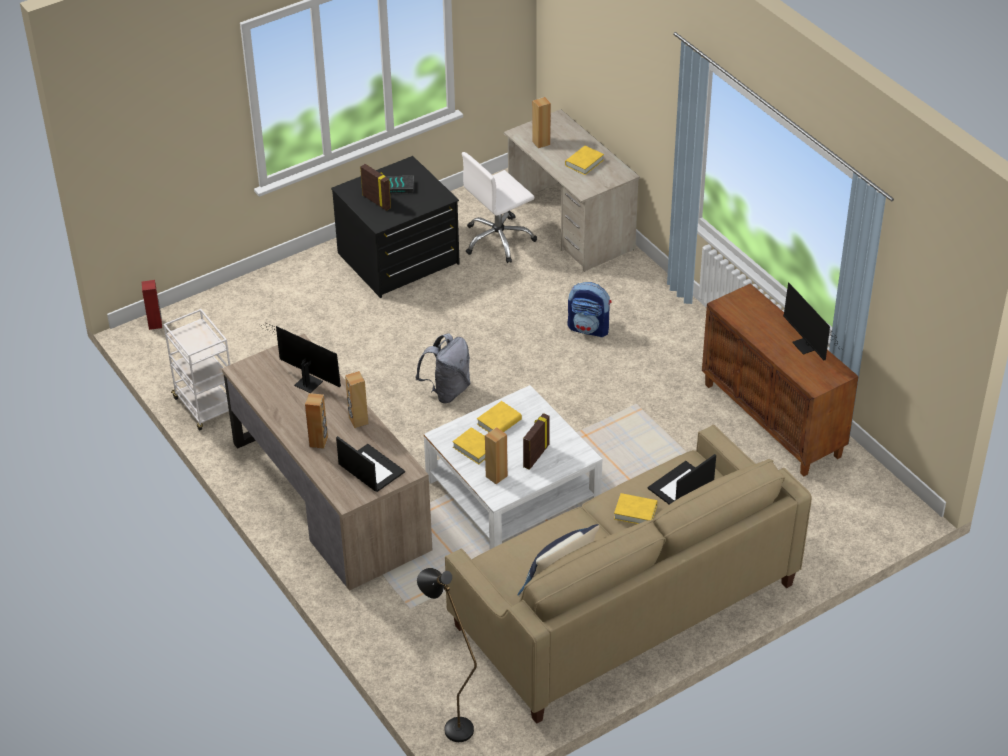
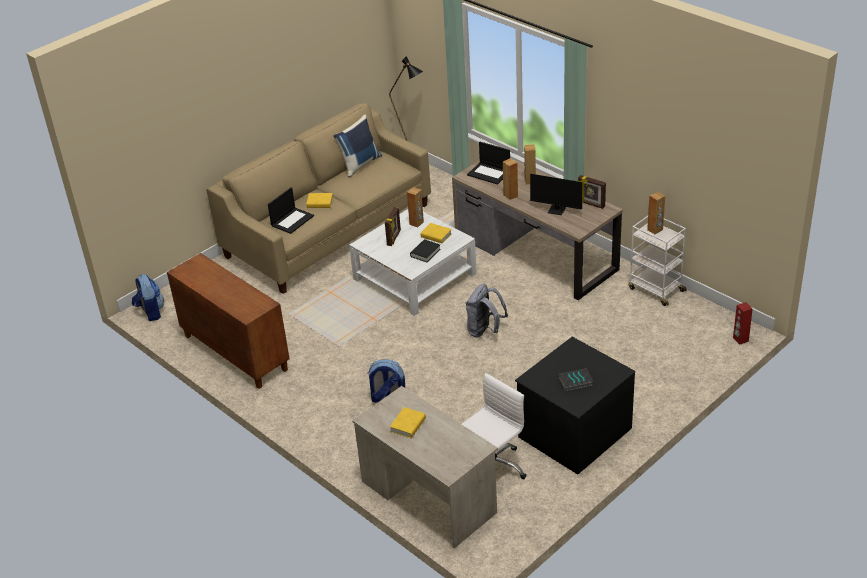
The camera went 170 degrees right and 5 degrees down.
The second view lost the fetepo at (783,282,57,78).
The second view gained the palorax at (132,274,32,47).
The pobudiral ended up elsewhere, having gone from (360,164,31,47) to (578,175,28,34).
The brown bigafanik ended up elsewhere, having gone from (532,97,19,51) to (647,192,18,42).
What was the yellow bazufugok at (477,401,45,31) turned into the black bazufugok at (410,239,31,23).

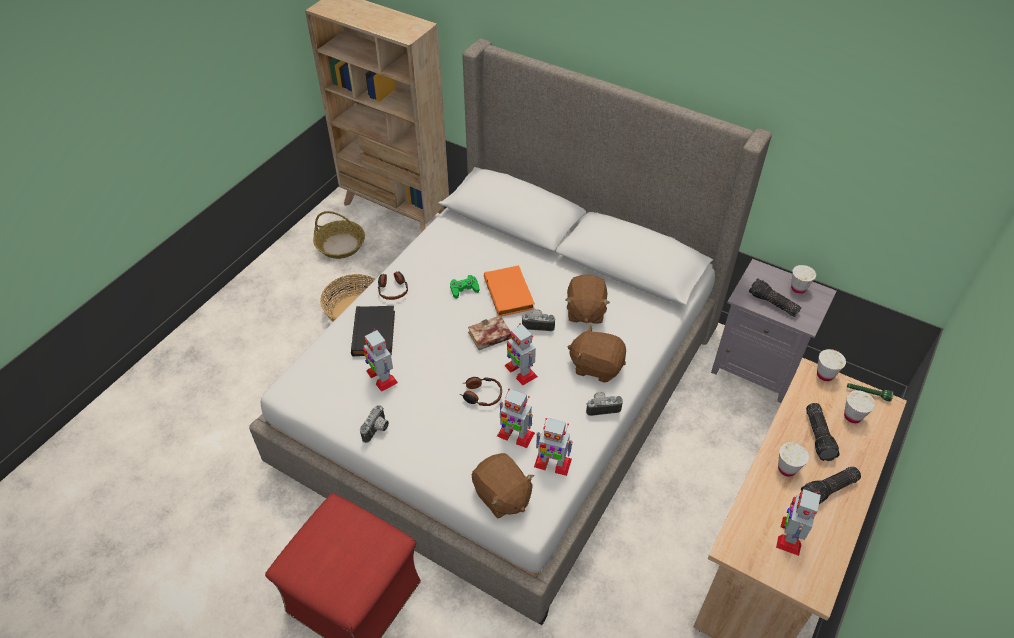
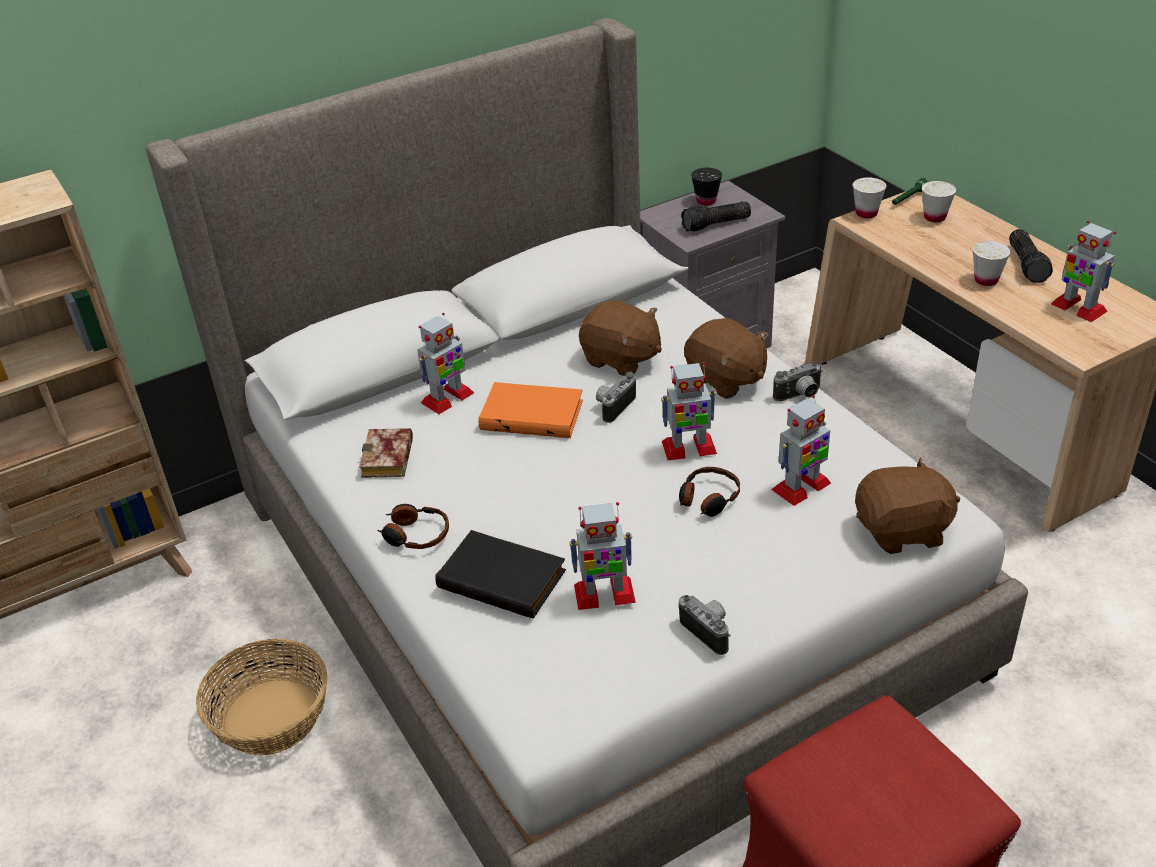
The camera went 60 degrees left and 10 degrees down.
The second view lost the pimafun at (313,211,52,48).
The second view lost the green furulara at (450,275,29,24).
The second view lost the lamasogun at (806,403,34,58).
The bazufugok ended up elsewhere, having gone from (468,316,43,34) to (359,428,54,50).
The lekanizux ended up elsewhere, having gone from (534,418,39,58) to (418,313,56,101).
What was the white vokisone at (791,265,25,29) turned into the black vokisone at (691,168,31,37).
The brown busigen at (567,325,59,58) ended up facing another way, 90 degrees counterclockwise from before.
The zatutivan at (586,392,37,24) ended up facing another way, 135 degrees counterclockwise from before.

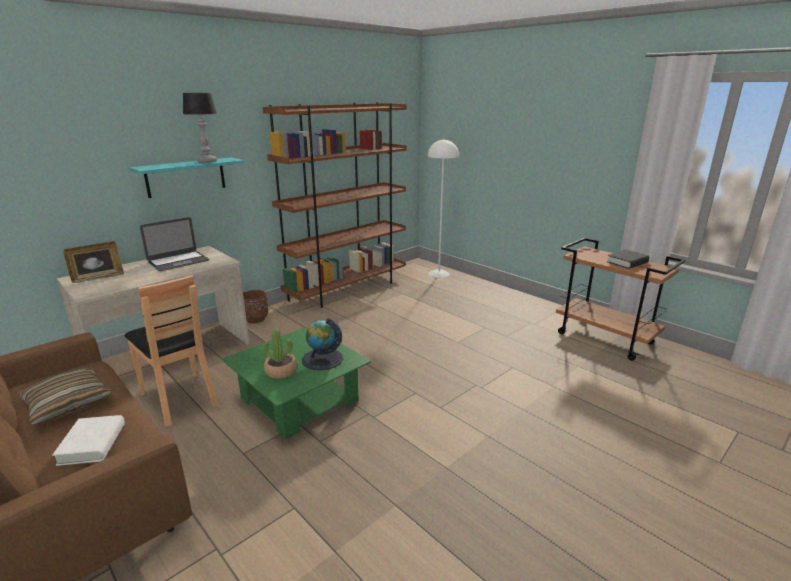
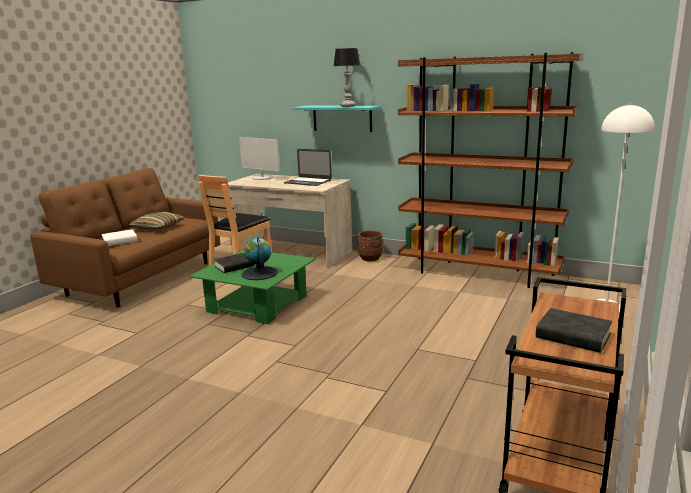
The camera went 70 degrees right and 5 degrees down.
Where the pobudiral stood at (63,241,61,42), the fetepo came to stand at (239,137,41,43).
Where the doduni stood at (263,329,34,50), the black bazufugok came to stand at (214,253,41,20).

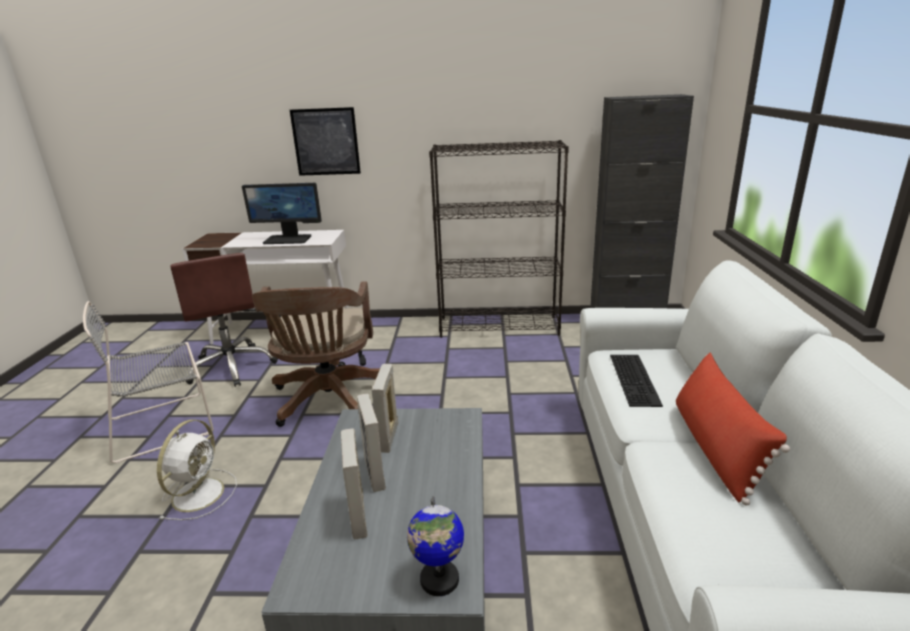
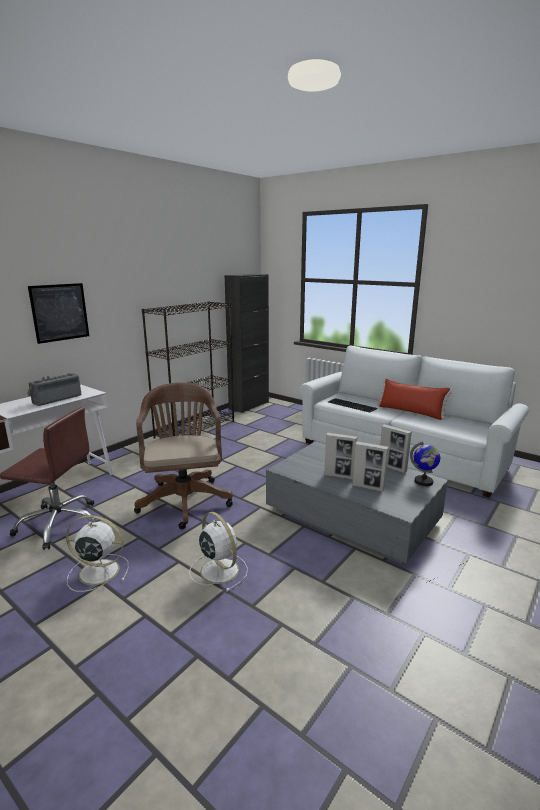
The camera went 55 degrees left and 5 degrees down.
The pobudiral ended up elsewhere, having gone from (372,364,26,89) to (380,424,32,49).
Where the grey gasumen stood at (83,301,131,163), the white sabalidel came to stand at (66,515,62,77).
Where the fetepo stood at (242,183,80,61), the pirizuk came to stand at (27,373,54,33).
The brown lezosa at (252,281,128,146) ended up facing another way, 135 degrees counterclockwise from before.

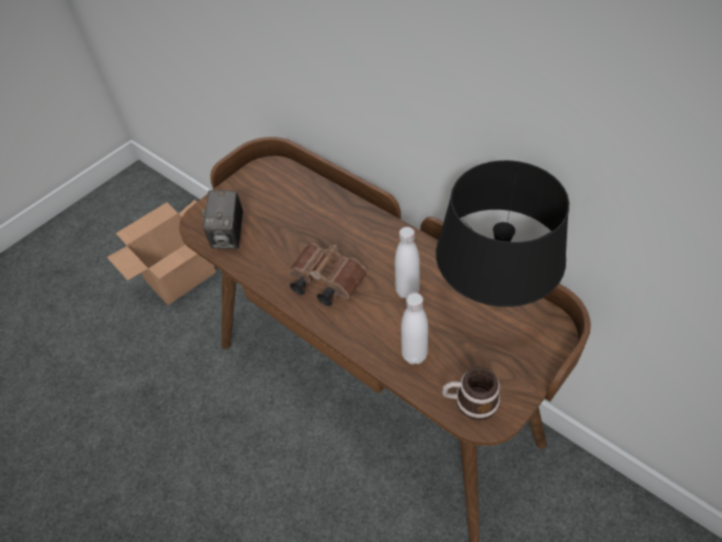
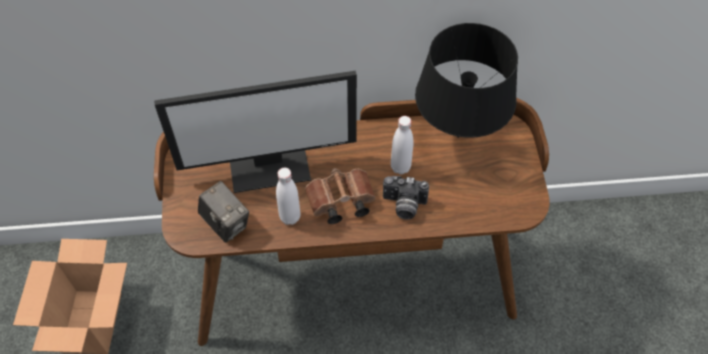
The camera went 50 degrees left and 5 degrees up.
The second view lost the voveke at (442,367,58,54).
The second view gained the fetepo at (154,71,203,122).
The second view gained the zatutivan at (383,176,46,44).
The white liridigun ended up elsewhere, having gone from (401,293,27,71) to (276,168,25,57).

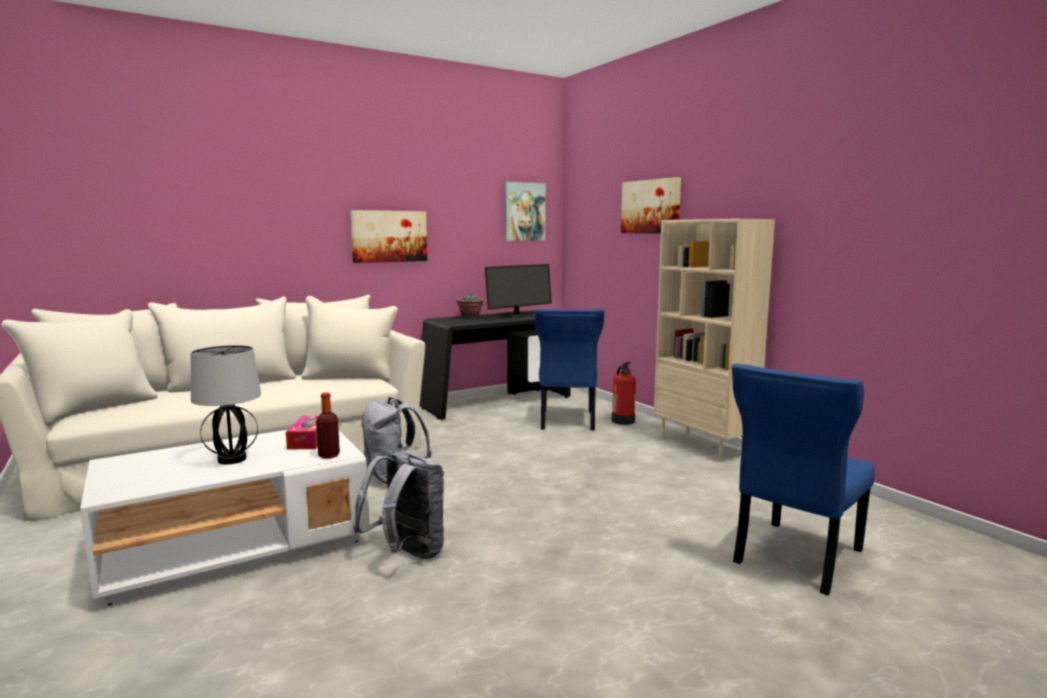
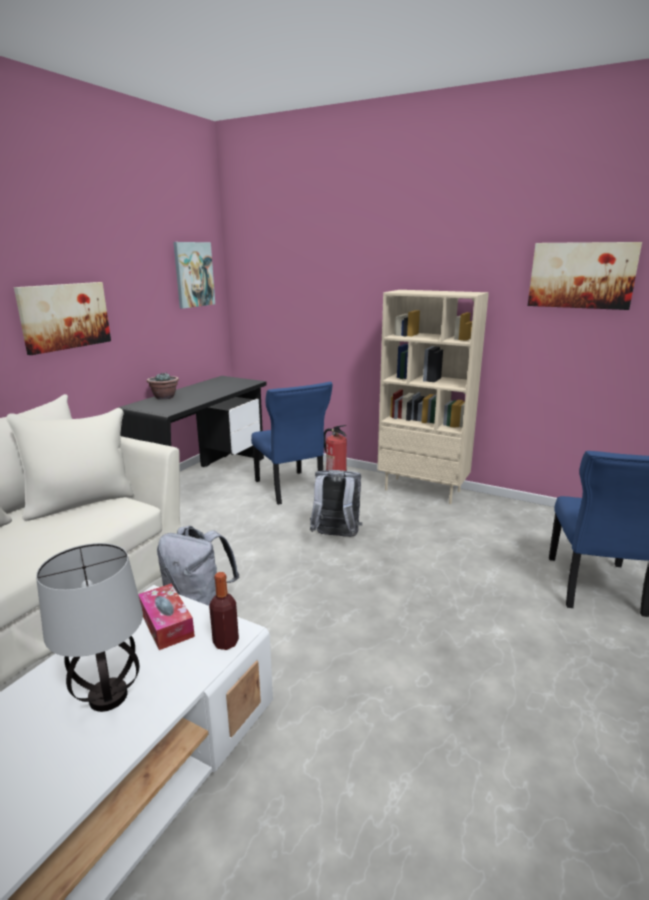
The camera went 30 degrees left and 10 degrees up.
The second view lost the fetepo at (485,264,67,54).
The grey palorax ended up elsewhere, having gone from (353,451,91,108) to (310,470,52,67).
The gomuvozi ended up elsewhere, having gone from (621,177,60,56) to (528,242,114,68).

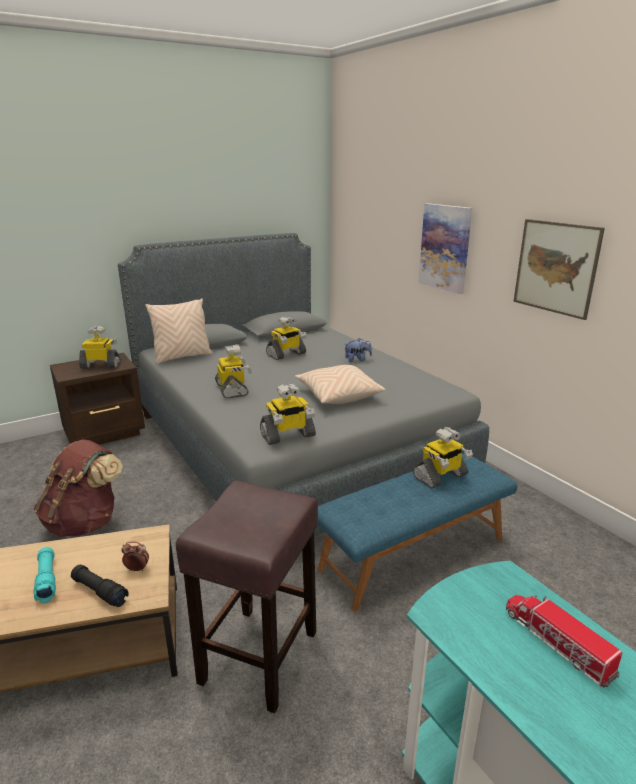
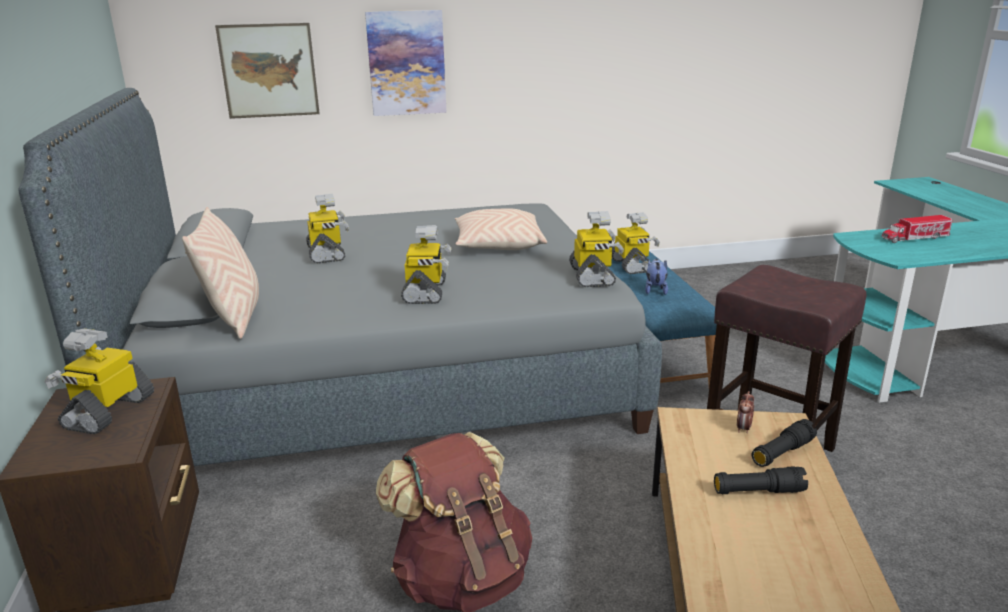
The camera went 70 degrees left and 0 degrees up.
The busigen ended up elsewhere, having gone from (345,338,27,24) to (645,258,23,37).
The gomuvozi ended up elsewhere, having gone from (513,219,92,101) to (215,23,105,96).
What was the turquoise lamasogun at (34,547,22,56) turned into the black lamasogun at (714,467,94,27).
The lekanizux at (215,344,37,54) ended up facing another way, 90 degrees clockwise from before.

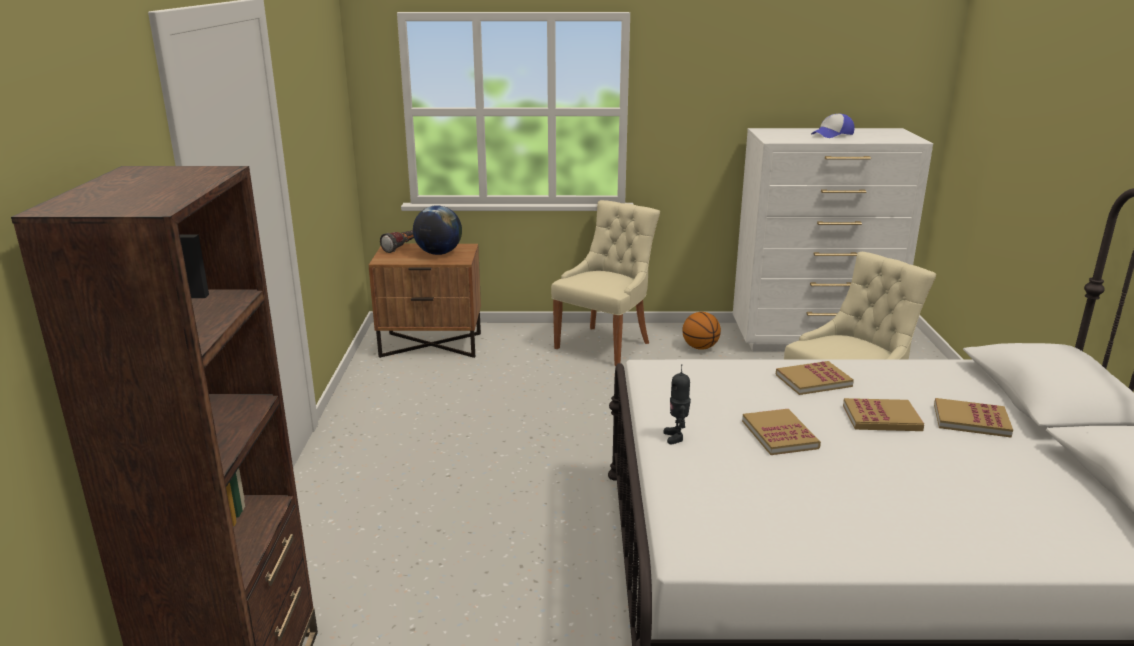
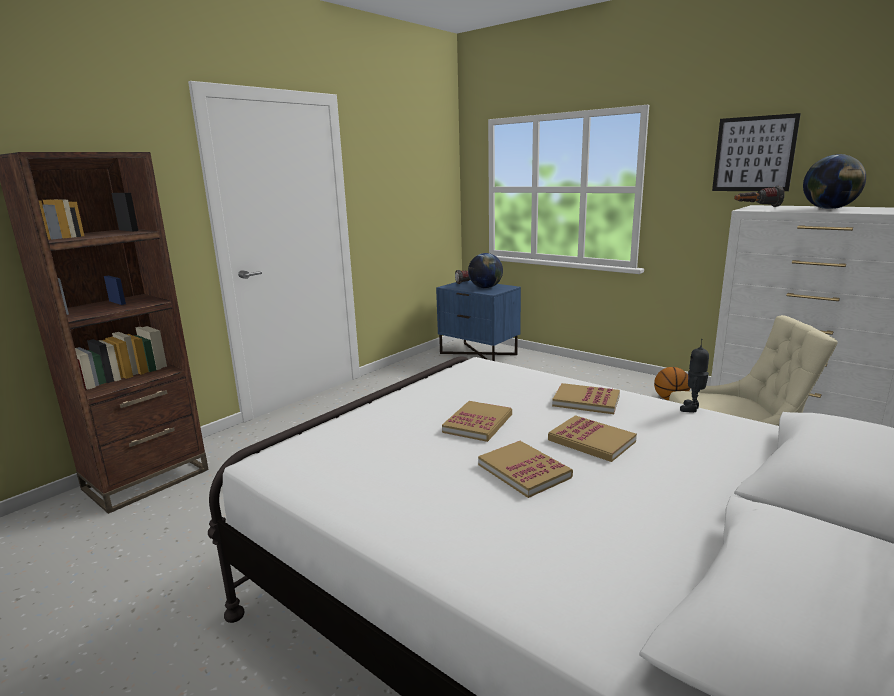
The camera went 40 degrees right and 5 degrees down.
The second view lost the beige gasumen at (551,200,109,166).
The second view gained the gomuvozi at (712,113,89,78).
The second view gained the lamasogun at (734,186,51,21).
The lekanizux ended up elsewhere, having gone from (663,364,28,81) to (680,339,29,73).
The bazufugok ended up elsewhere, having gone from (934,398,79,40) to (478,441,95,57).
Where the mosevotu stood at (811,114,44,24), the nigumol came to stand at (803,154,63,55).
What was the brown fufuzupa at (369,244,112,114) turned into the blue fufuzupa at (436,280,85,81).

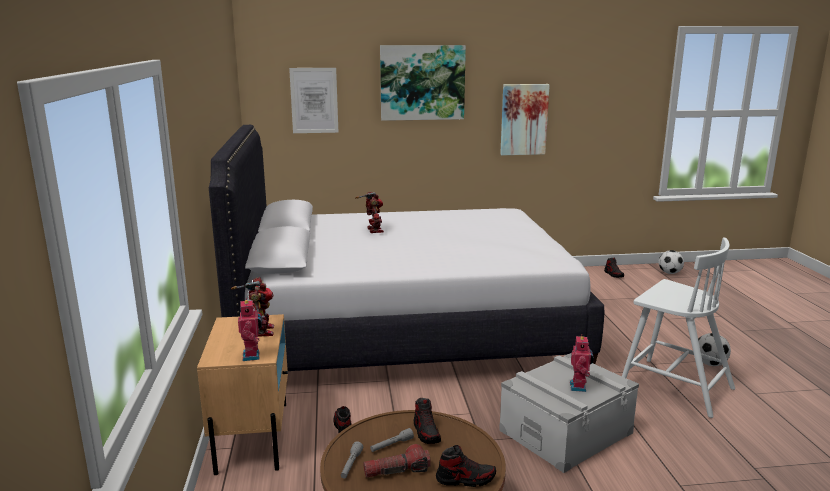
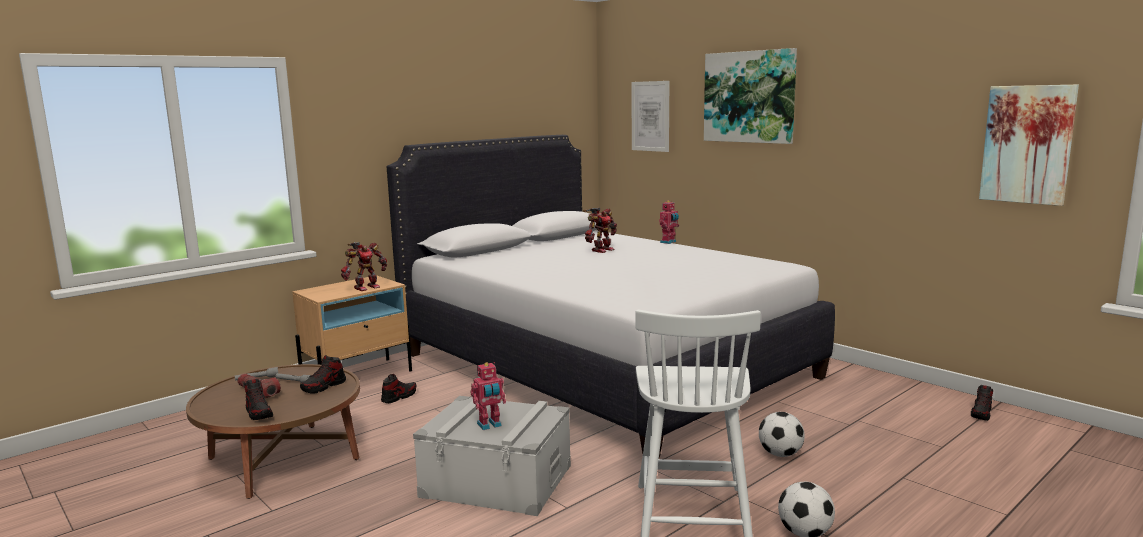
The camera went 55 degrees right and 5 degrees down.
The lekanizux ended up elsewhere, having gone from (238,298,24,63) to (659,201,20,43).
The gomuvozi ended up elsewhere, having gone from (500,84,50,71) to (979,84,100,122).
The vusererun ended up elsewhere, having gone from (659,250,25,24) to (759,412,46,45).

